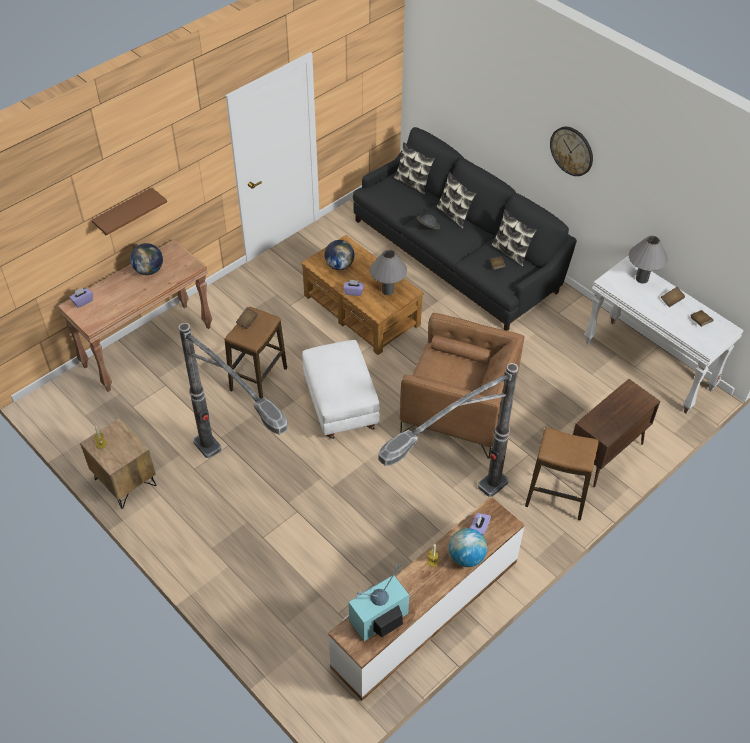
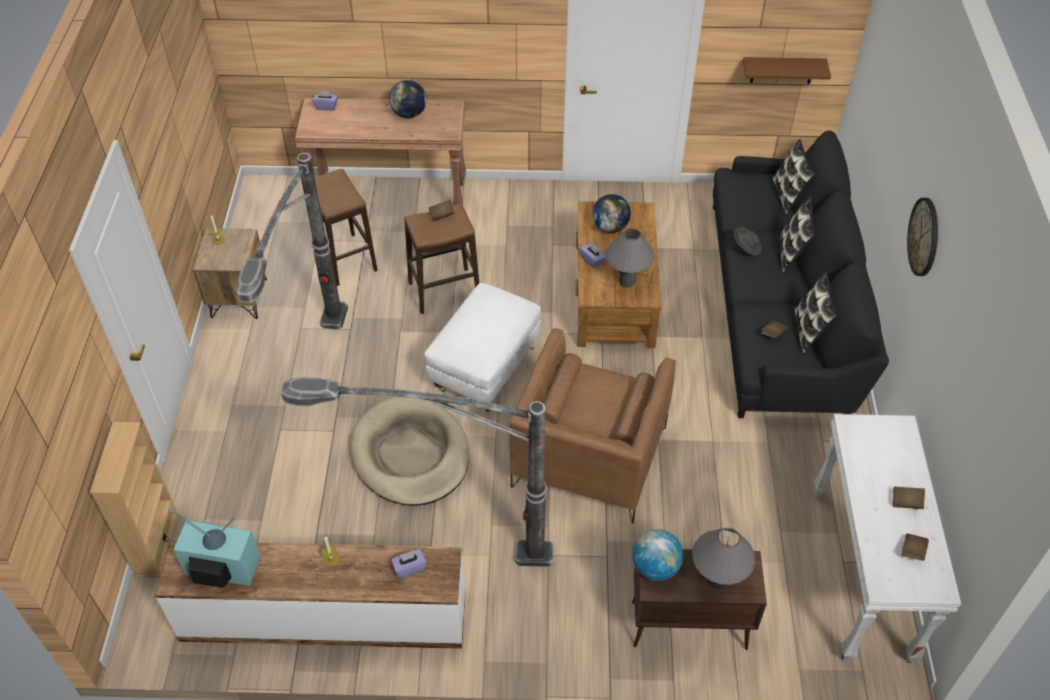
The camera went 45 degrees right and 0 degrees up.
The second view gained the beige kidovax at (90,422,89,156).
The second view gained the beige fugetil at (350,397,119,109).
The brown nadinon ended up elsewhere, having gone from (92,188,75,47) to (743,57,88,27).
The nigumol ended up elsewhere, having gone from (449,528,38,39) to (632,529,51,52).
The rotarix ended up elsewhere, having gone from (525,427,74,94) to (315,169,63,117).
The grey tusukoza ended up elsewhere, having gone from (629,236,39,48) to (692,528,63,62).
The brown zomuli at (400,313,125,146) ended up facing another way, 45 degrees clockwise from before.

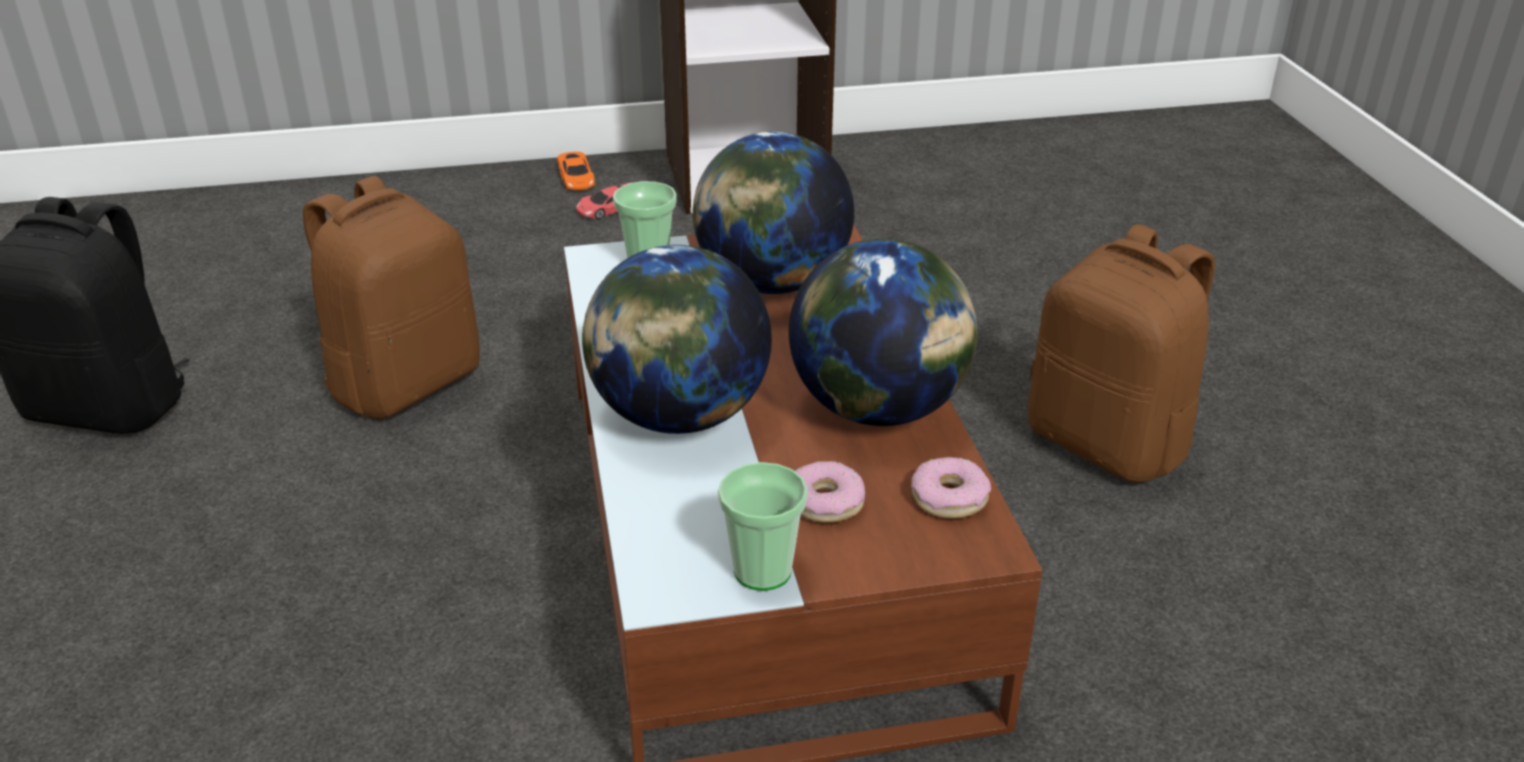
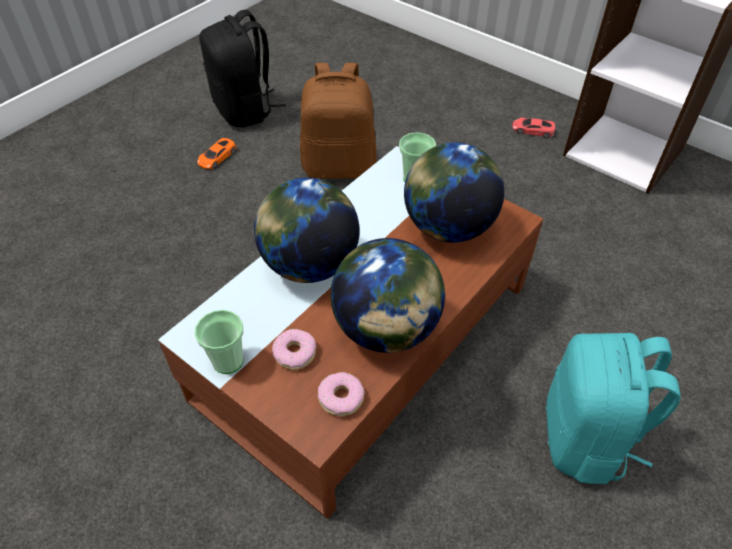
The camera went 50 degrees right and 15 degrees up.
The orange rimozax ended up elsewhere, having gone from (557,152,38,38) to (197,138,40,31).
What was the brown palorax at (1028,224,187,259) turned into the turquoise palorax at (546,333,135,151).

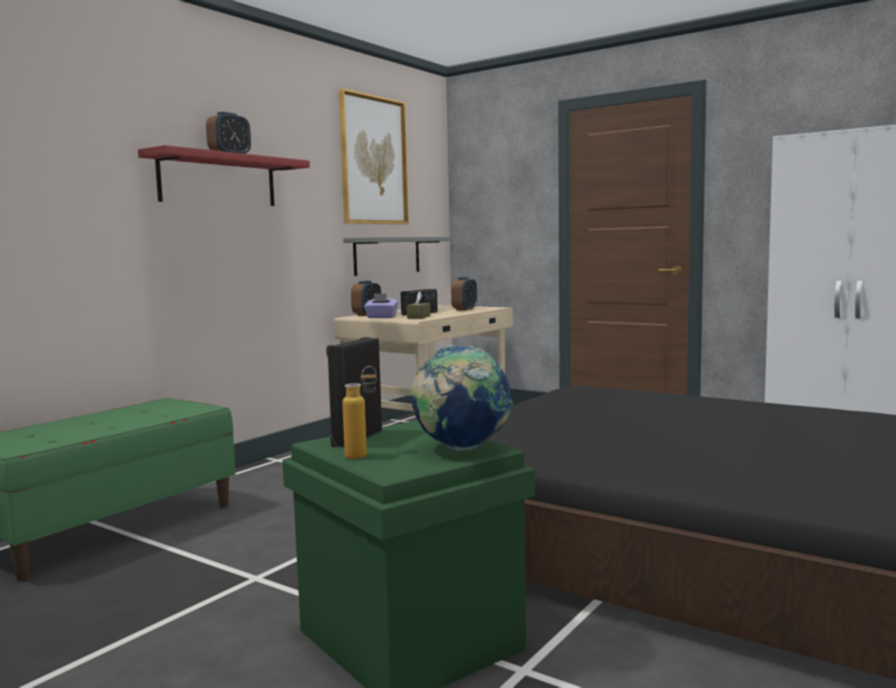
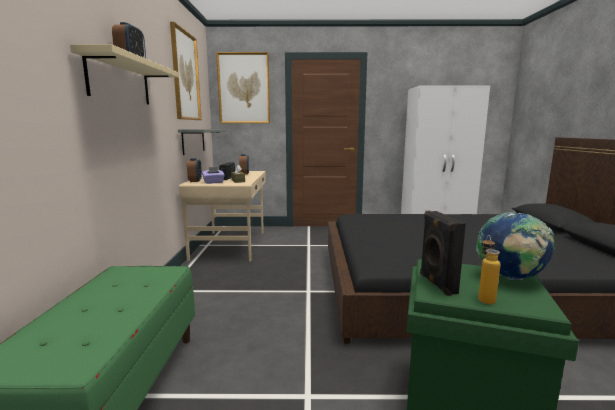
The camera went 35 degrees left and 5 degrees up.
The second view gained the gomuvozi at (216,52,54,71).
What was the red nadinon at (138,145,172,61) turned into the beige nadinon at (70,44,109,61).

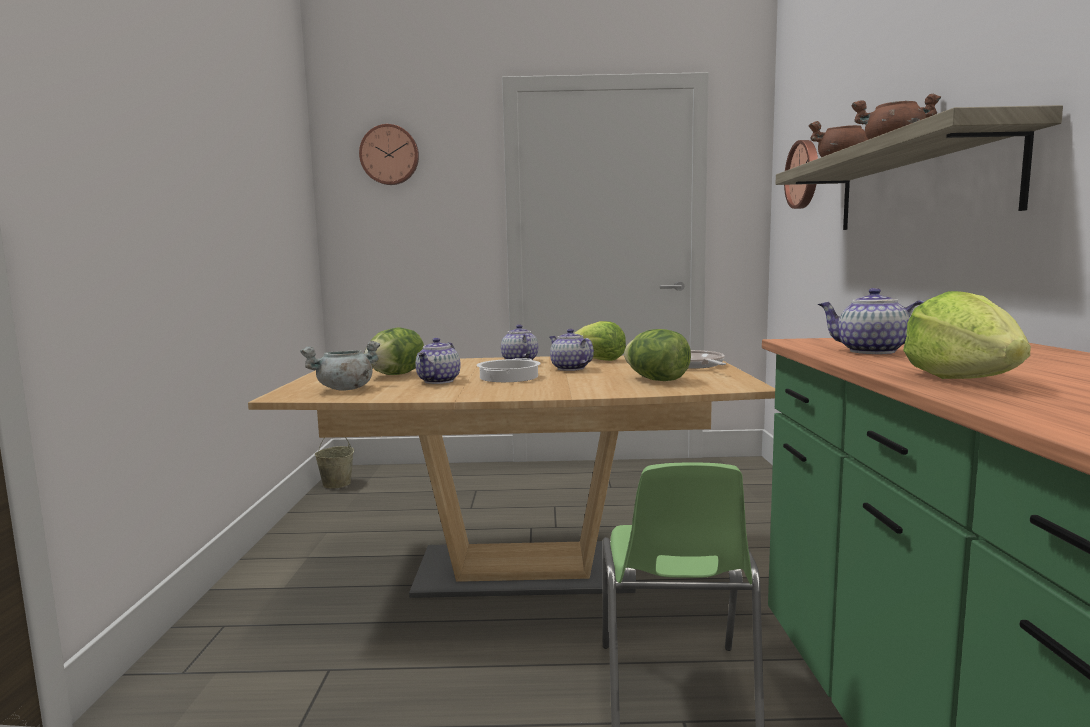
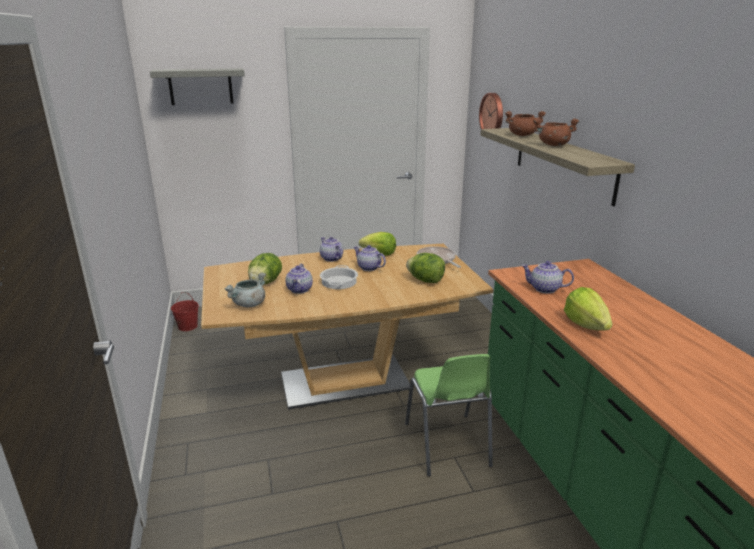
The camera went 15 degrees left and 15 degrees up.
Where the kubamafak hung at (359,124,60,61), the grey nadinon came to hang at (150,68,95,37).
What was the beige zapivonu at (315,437,39,52) turned into the red zapivonu at (171,292,28,39).

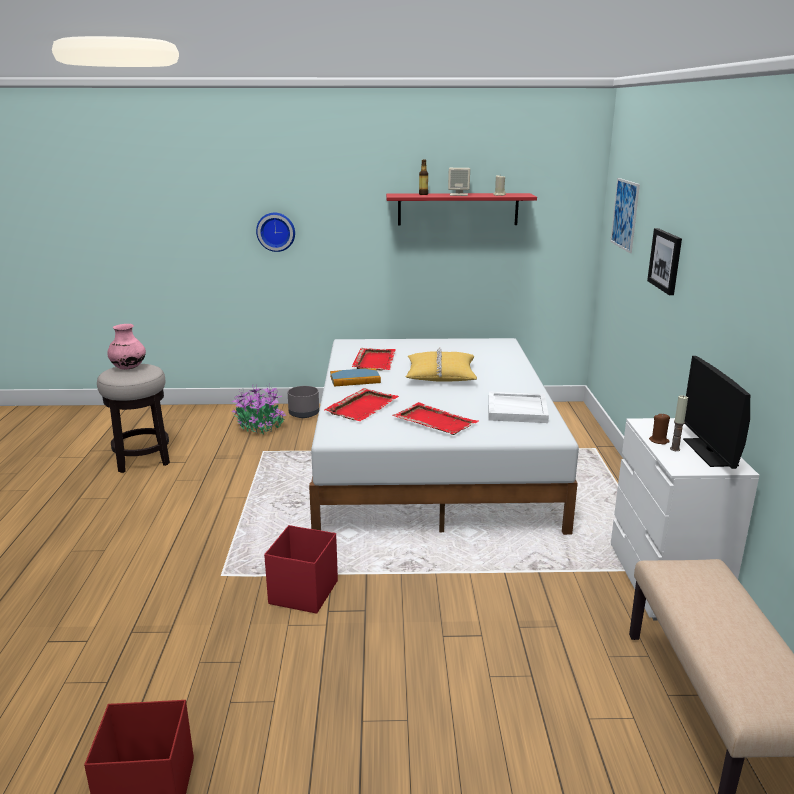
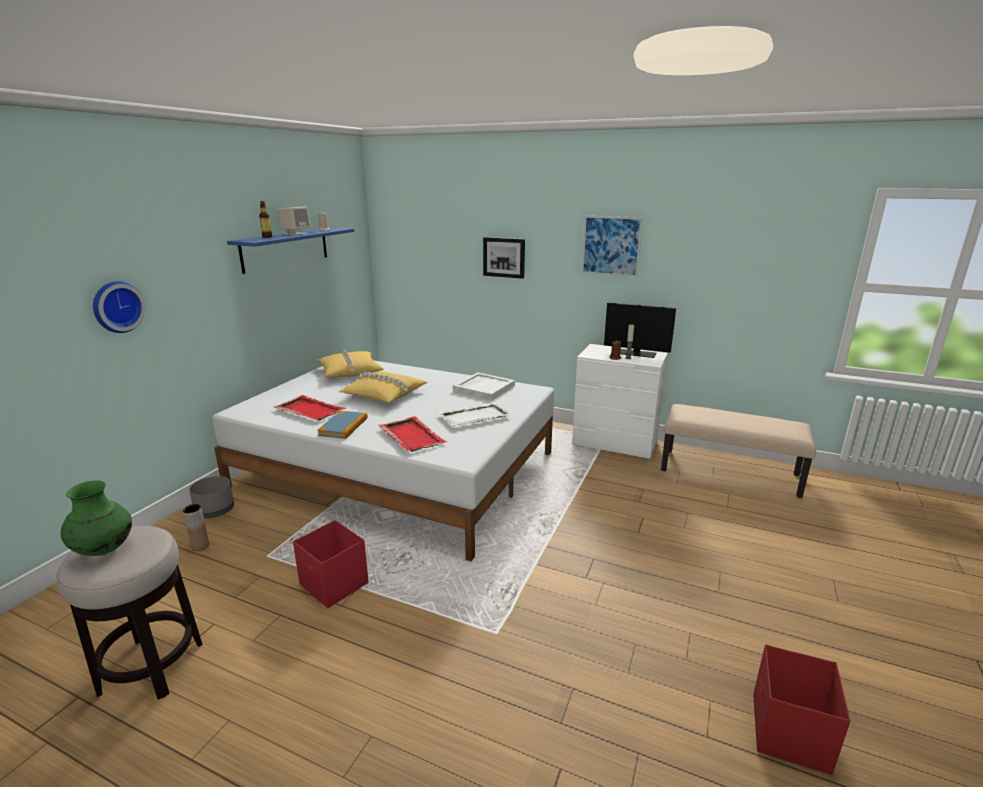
The camera went 65 degrees left and 0 degrees up.
The second view gained the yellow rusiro at (316,349,68,28).
The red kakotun ended up elsewhere, having gone from (264,525,74,89) to (293,520,75,88).
The gomuvozi ended up elsewhere, having gone from (610,178,30,75) to (581,216,62,61).
Where the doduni stood at (232,384,54,51), the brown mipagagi came to stand at (183,504,26,47).
What was the pink mipagagi at (107,324,39,46) turned into the green mipagagi at (61,480,71,76).
What was the red nadinon at (386,193,151,33) turned into the blue nadinon at (227,228,127,46).
What was the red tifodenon at (392,402,87,33) turned into the white tifodenon at (437,402,74,25).

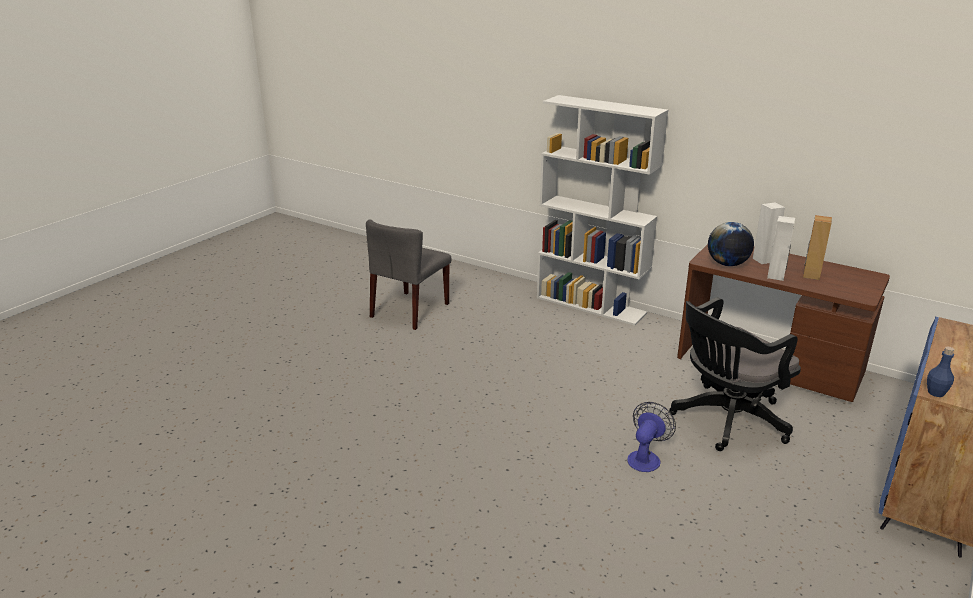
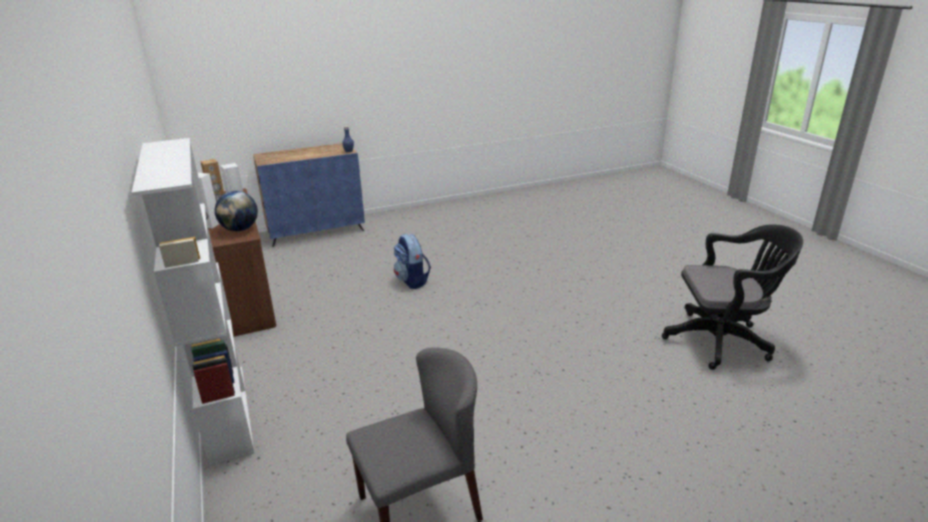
The camera went 145 degrees left and 0 degrees up.
The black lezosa ended up elsewhere, having gone from (669,297,132,154) to (662,225,141,145).
Where the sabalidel stood at (628,402,48,70), the palorax came to stand at (394,233,37,56).

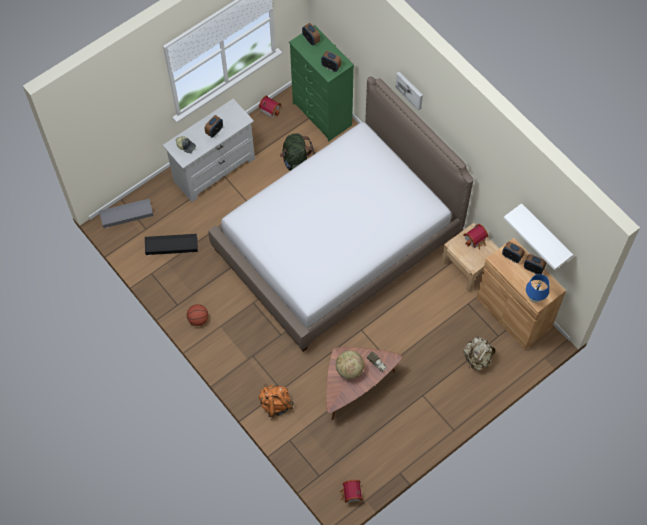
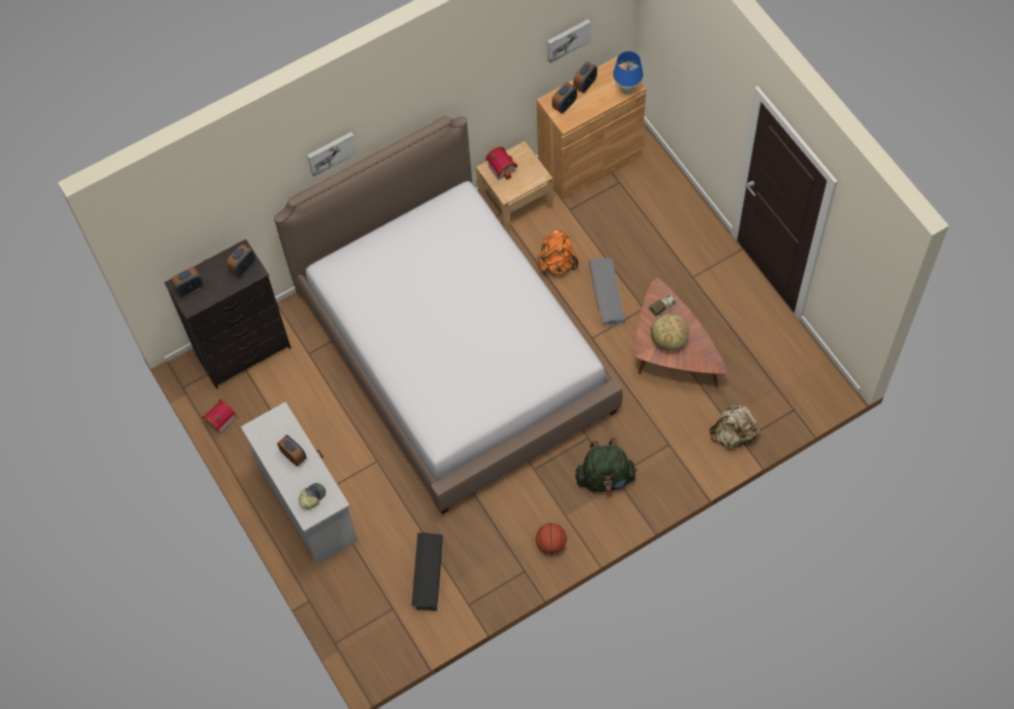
The camera went 80 degrees left and 0 degrees up.
The second view lost the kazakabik at (340,480,23,23).
The grey kakotun ended up elsewhere, having gone from (99,199,55,29) to (589,258,36,69).
The orange palorax ended up elsewhere, having gone from (259,384,35,33) to (537,229,41,46).
The green palorax ended up elsewhere, having gone from (280,133,35,38) to (575,438,63,54).
The beige palorax ended up elsewhere, having gone from (463,336,32,34) to (709,404,51,44).
Where the white nadinon hung at (503,203,70,67), the gomuvozi came to hang at (547,19,44,44).
What was the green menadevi at (289,25,65,116) turned into the black menadevi at (164,239,127,150).

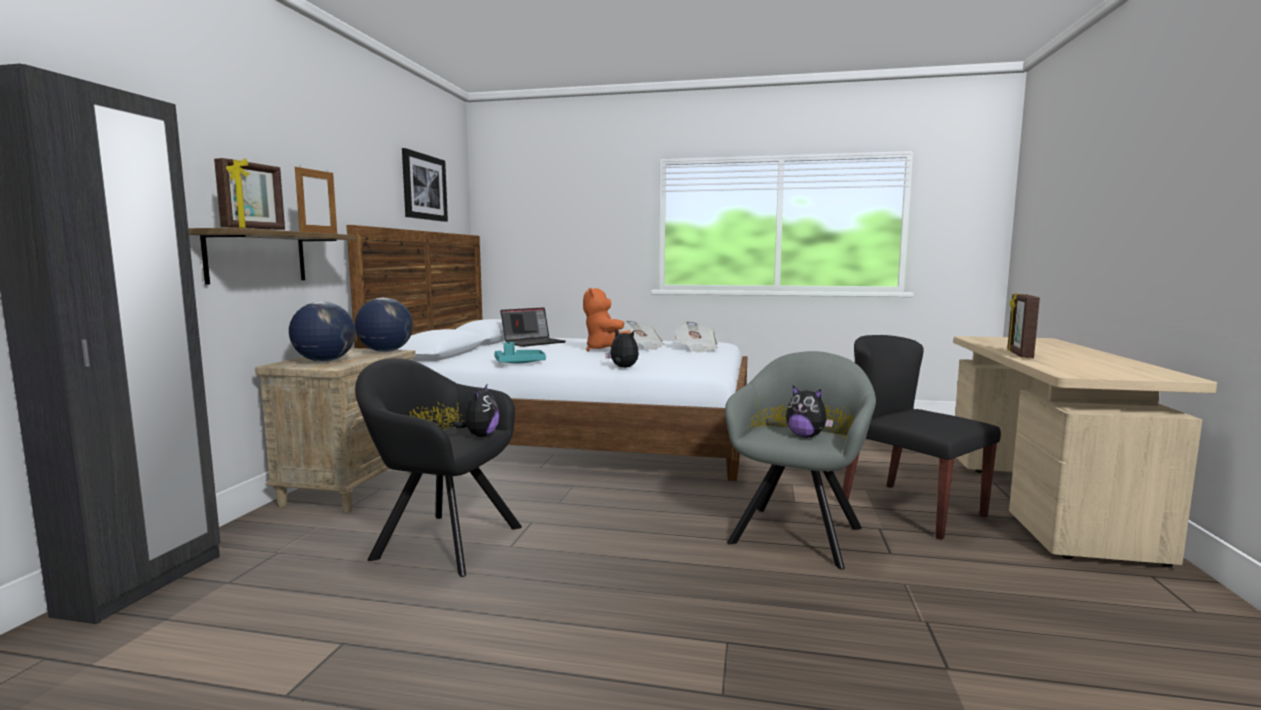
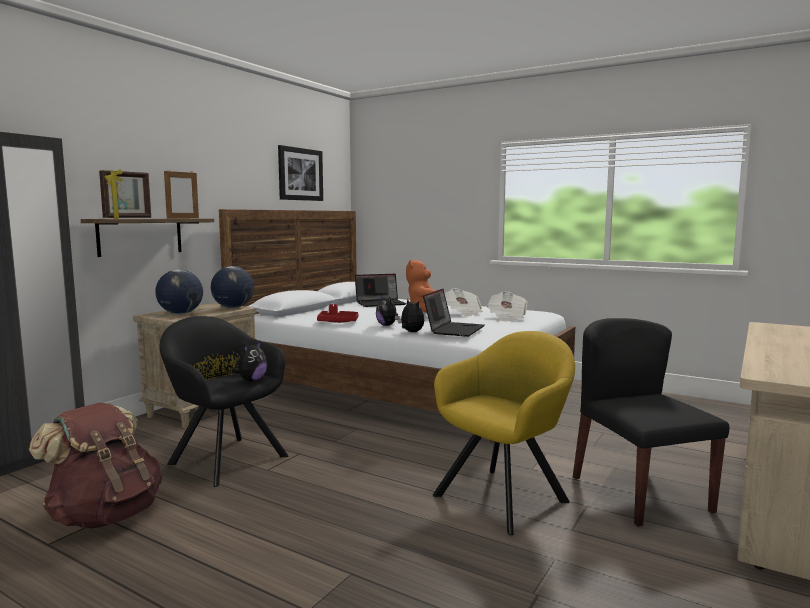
The camera went 20 degrees right and 0 degrees up.
The second view lost the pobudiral at (1007,292,33,66).
The second view gained the brown palorax at (29,402,133,127).
The second view gained the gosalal at (423,289,61,48).
The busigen ended up elsewhere, having gone from (786,386,47,51) to (376,294,24,32).
What was the turquoise tifodenon at (494,342,52,22) turned into the red tifodenon at (317,304,42,19).
What was the grey zomuli at (725,351,151,218) turned into the yellow zomuli at (433,331,142,204).

